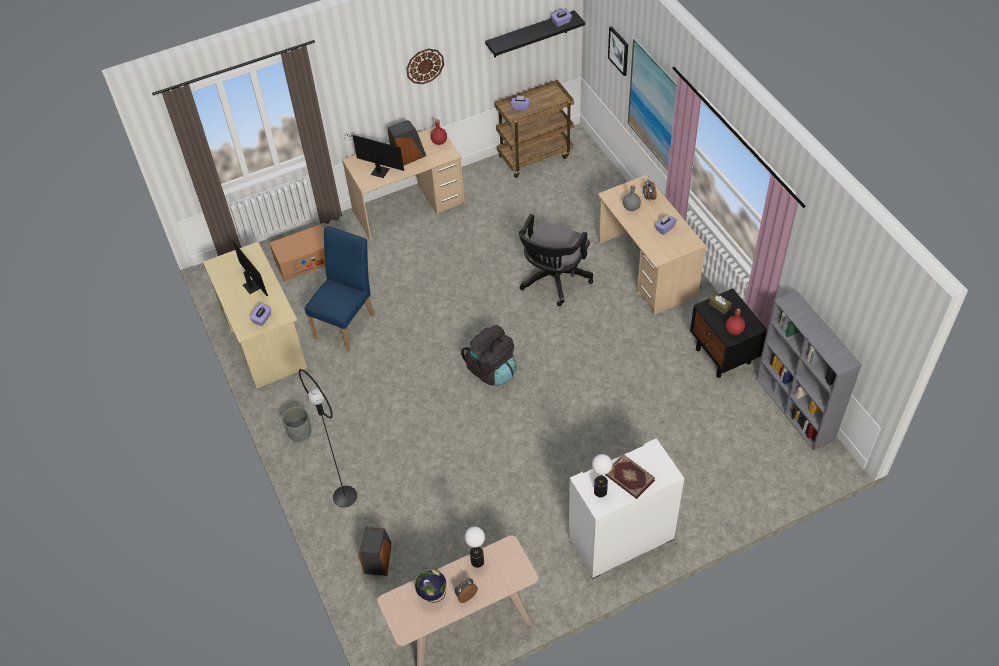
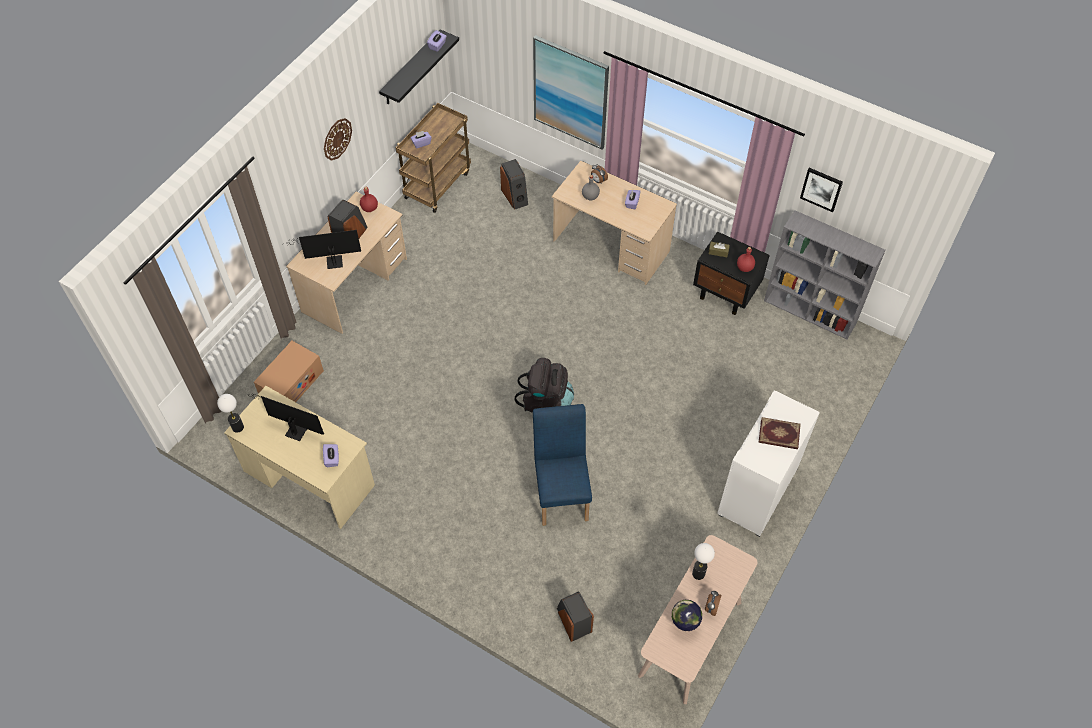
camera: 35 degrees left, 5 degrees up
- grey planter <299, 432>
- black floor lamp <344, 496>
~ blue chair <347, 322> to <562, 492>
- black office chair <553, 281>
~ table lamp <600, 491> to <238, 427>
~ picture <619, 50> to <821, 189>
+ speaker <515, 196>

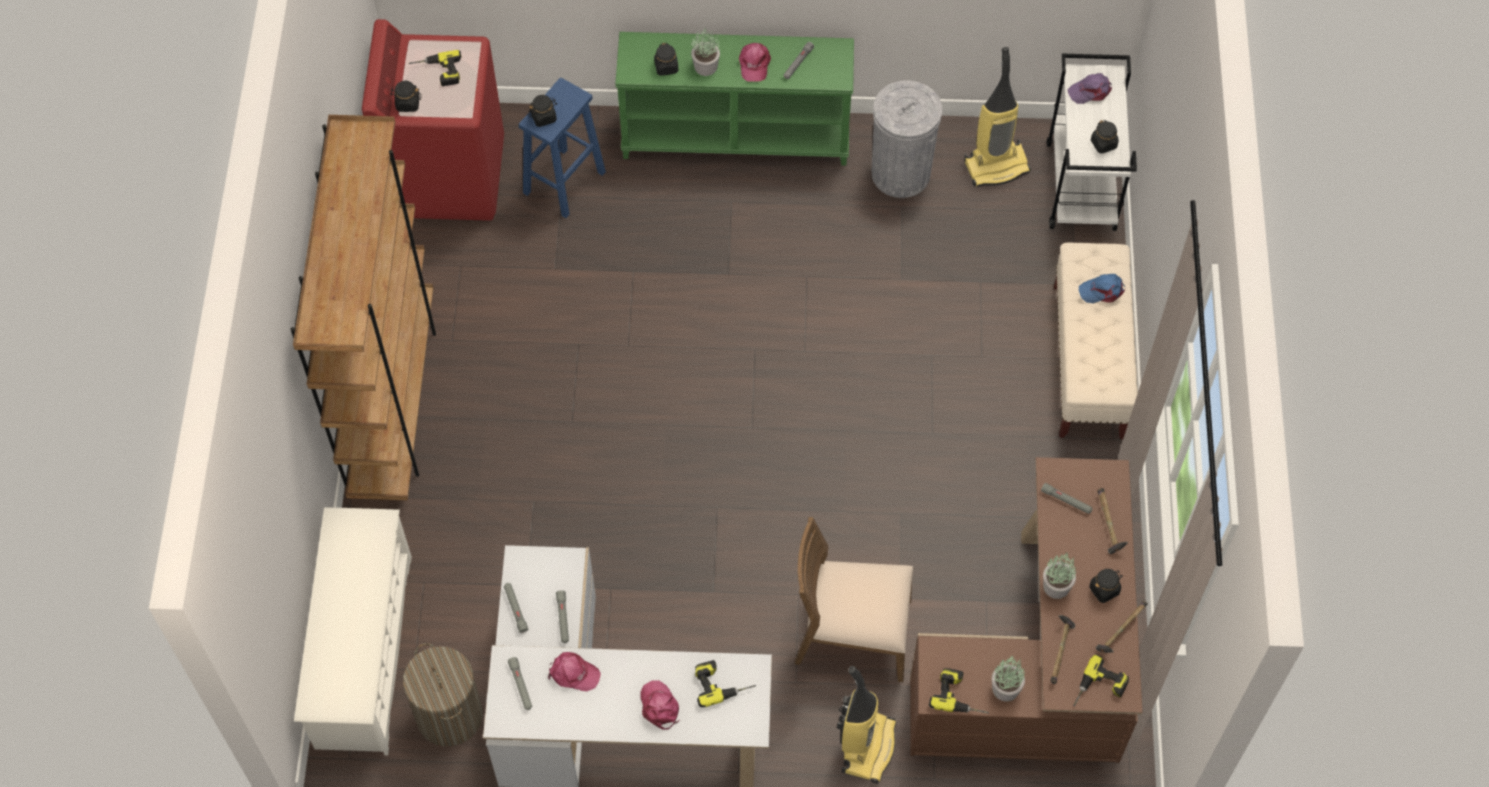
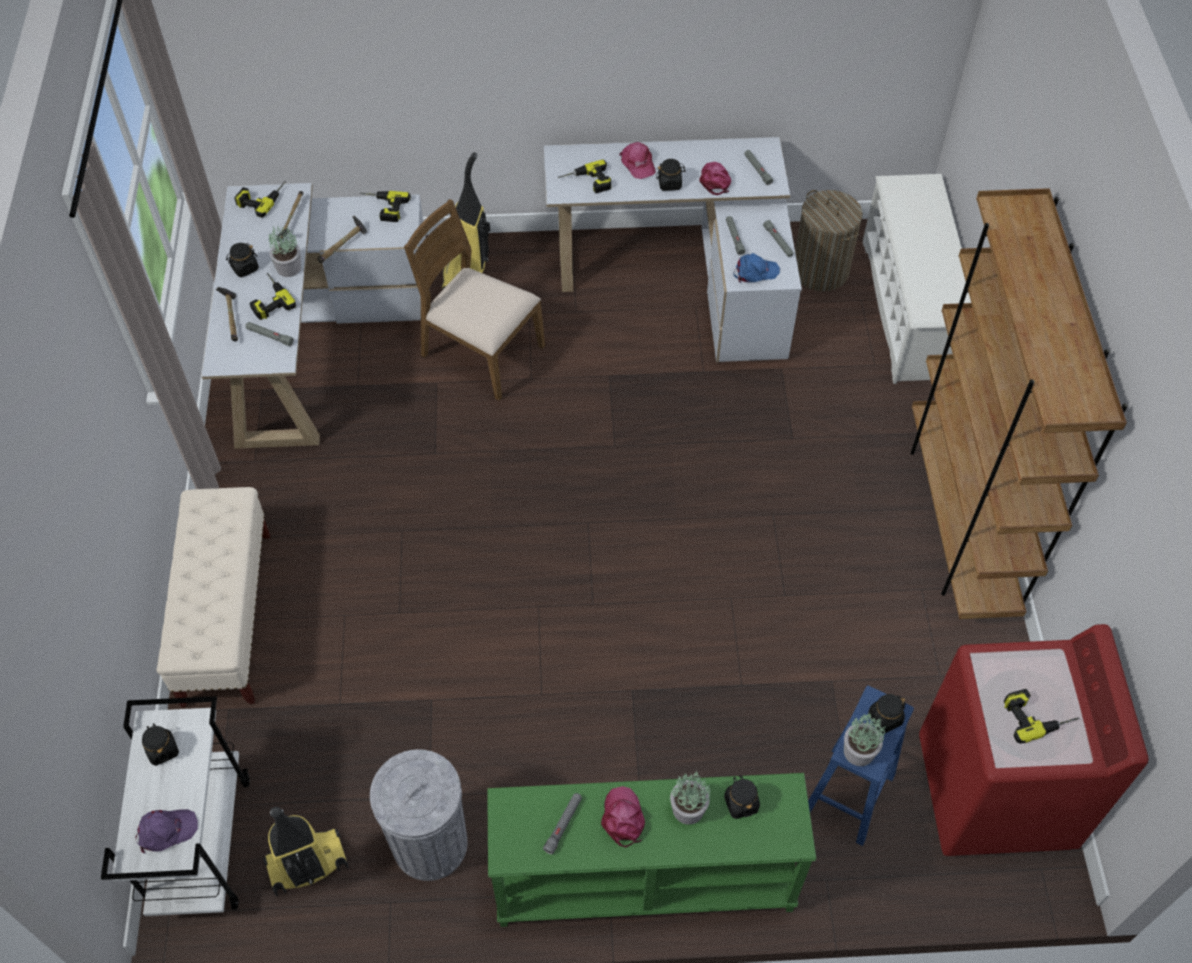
camera: 175 degrees right, 5 degrees down
~ black jar <407, 104> to <670, 184>
~ pink cap <573, 673> = <715, 180> 75 degrees clockwise
~ brown chair <852, 633> = <481, 352> 150 degrees counterclockwise
~ brown desk <1039, 662> to white desk <313, 341>
~ potted plant <1005, 688> to <859, 752>
~ blue cap <1102, 290> to <755, 272>
~ hammer <1120, 631> to <343, 246>
+ power drill <268, 299>

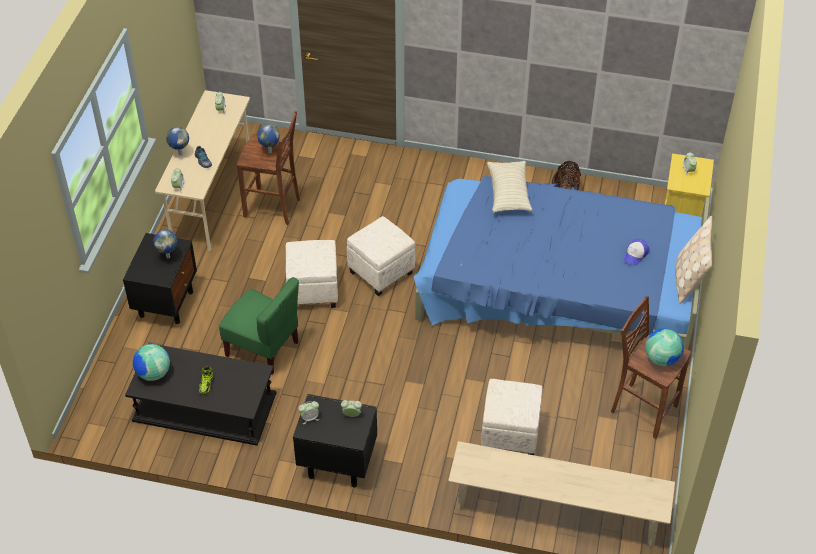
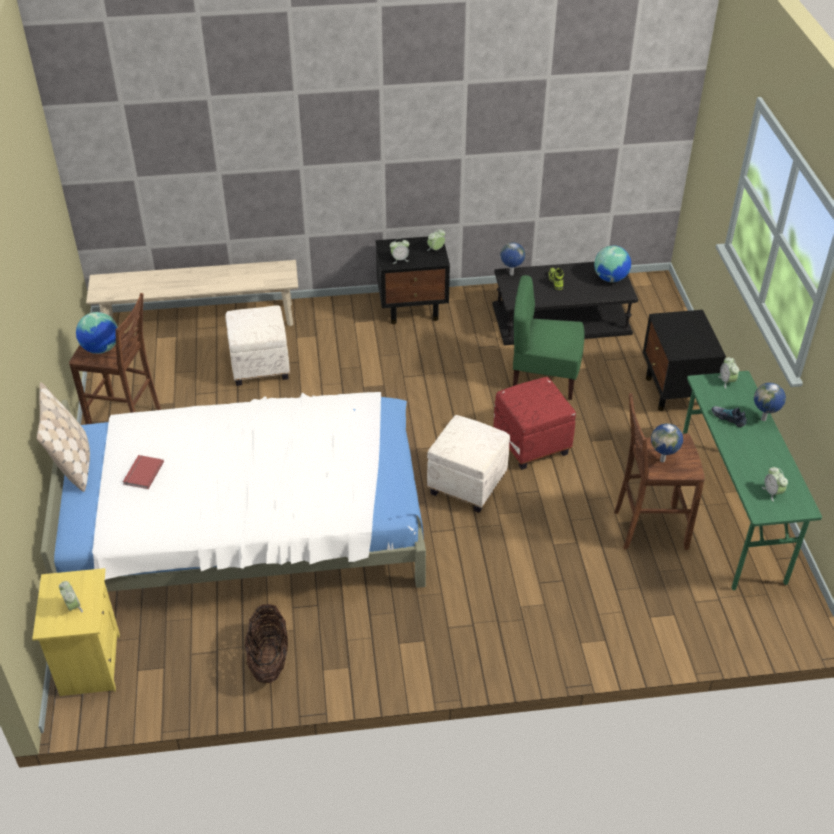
camera: 160 degrees right, 5 degrees down
~ globe <168, 256> to <511, 274>
~ beige desk <212, 200> to green desk <730, 517>
~ white ottoman <312, 290> to red ottoman <532, 444>
~ blue bed <556, 285> to white bed <248, 526>
- pillow <508, 193>
~ cap <635, 254> to red book <142, 473>

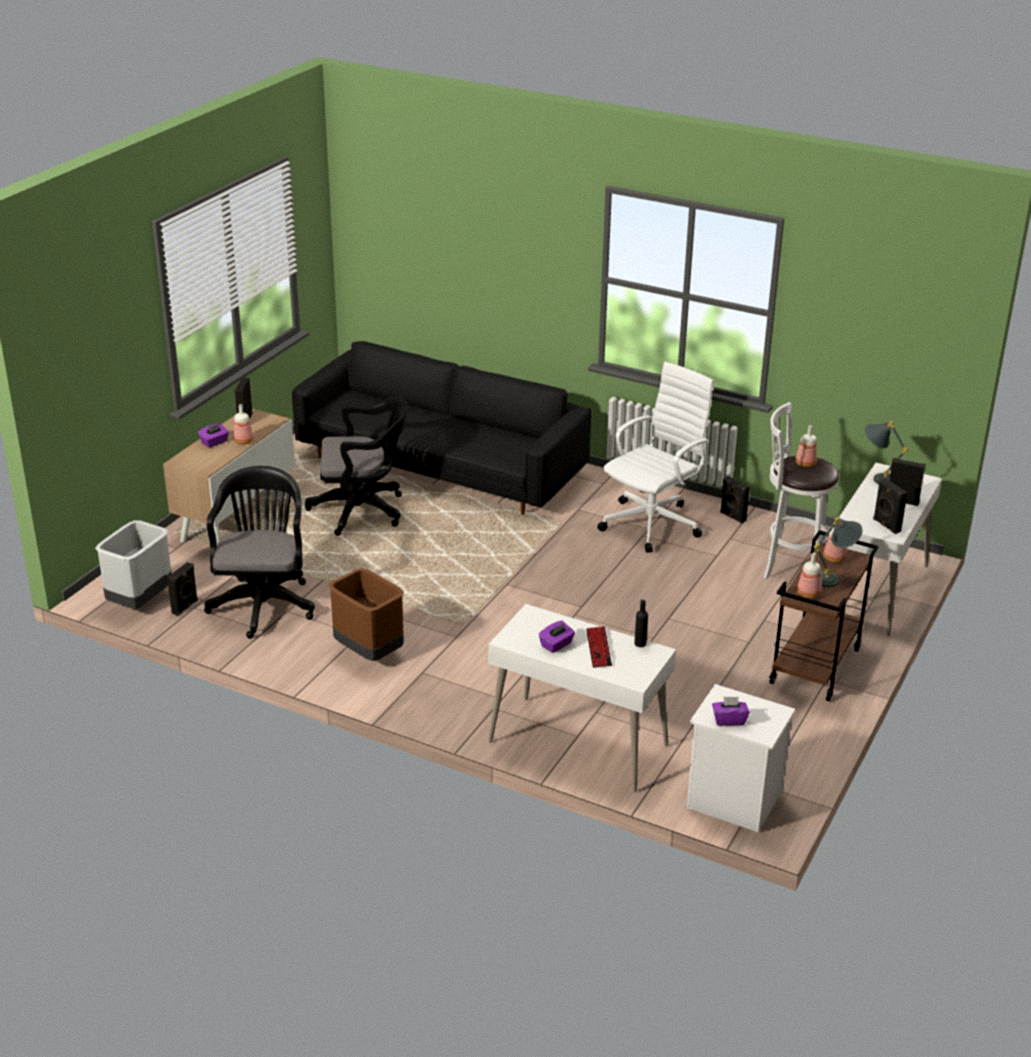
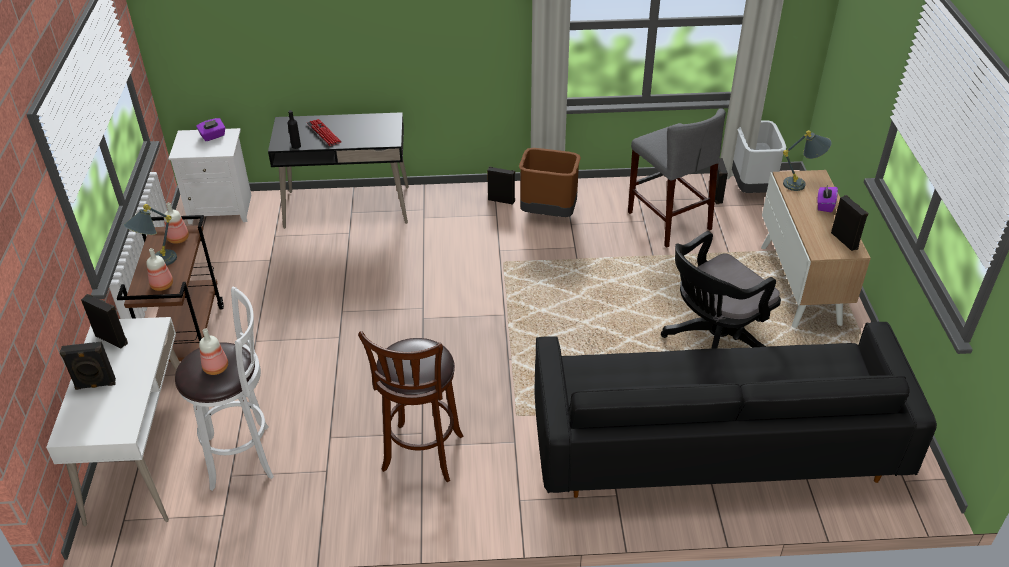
camera: 150 degrees right, 10 degrees up
~ black office chair <263, 603> to grey stool <669, 220>
- bottle <243, 441>
~ white desk <577, 744> to black desk <347, 207>
- purple tissue box <556, 645>
~ white office chair <653, 523> to brown stool <422, 456>
~ black speaker <732, 517> to <501, 200>
~ grey table lamp <876, 477> to <802, 185>

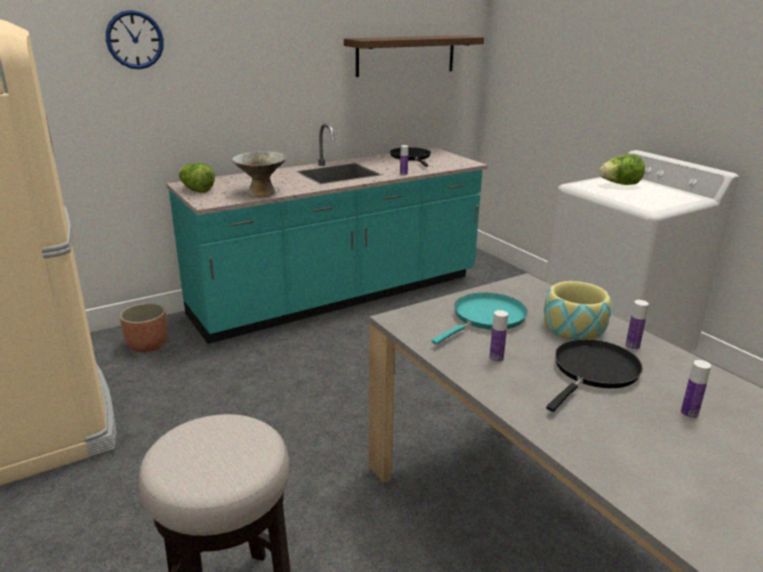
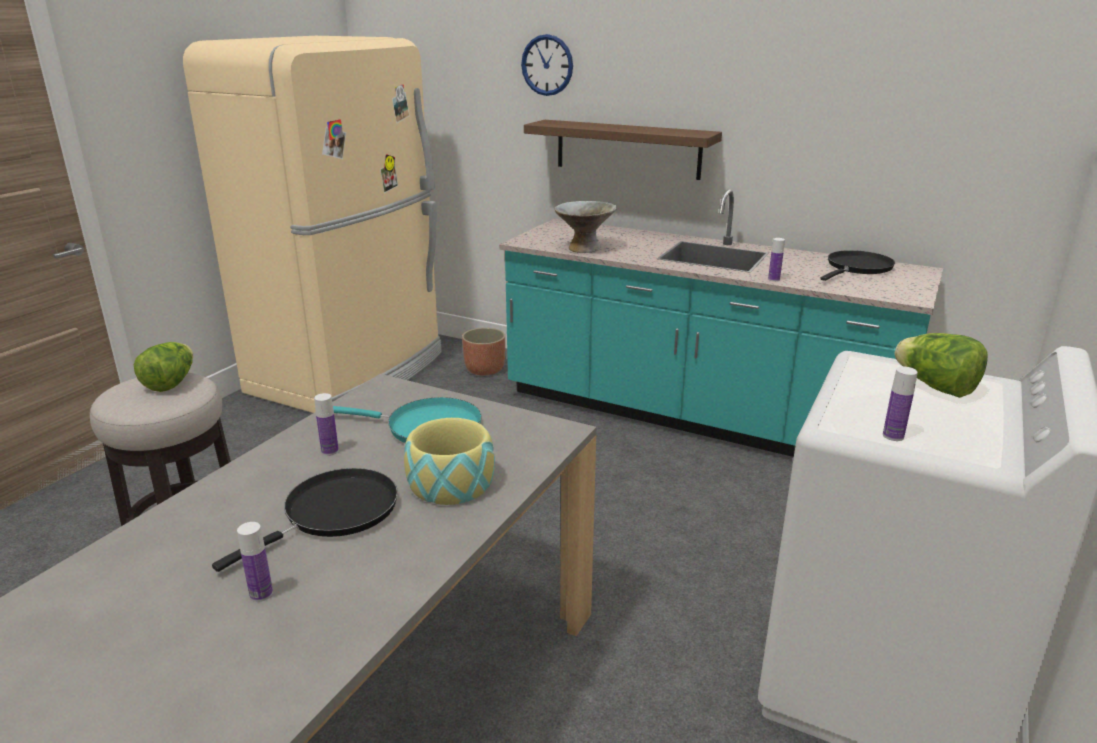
camera: 60 degrees right, 0 degrees up
~ lettuce <196, 190> to <171, 383>
~ shelf <406, 55> to <627, 149>
~ black frying pan <593, 372> = <335, 513> 60 degrees counterclockwise
~ bottle <632, 346> to <893, 436>

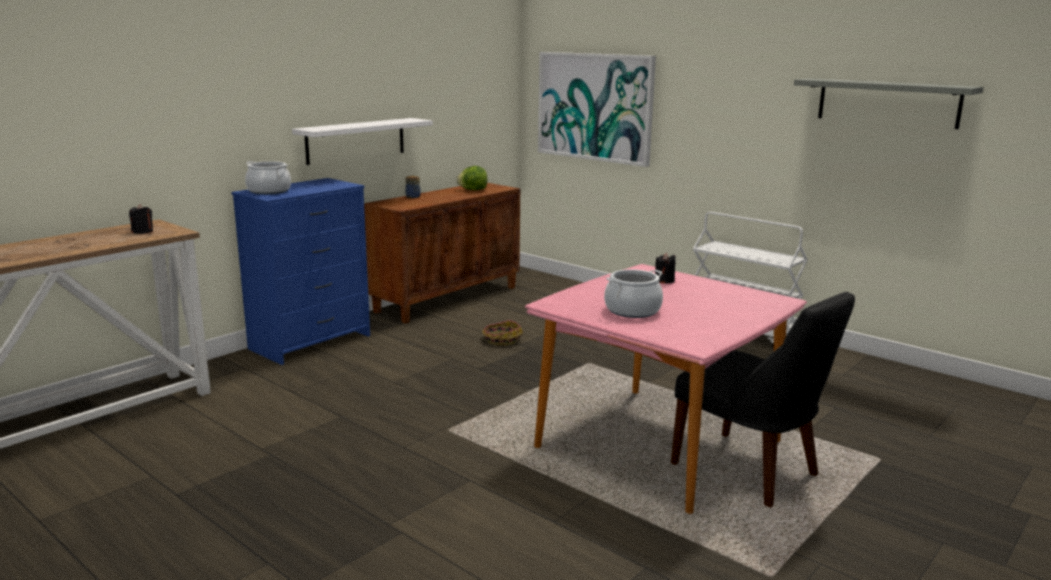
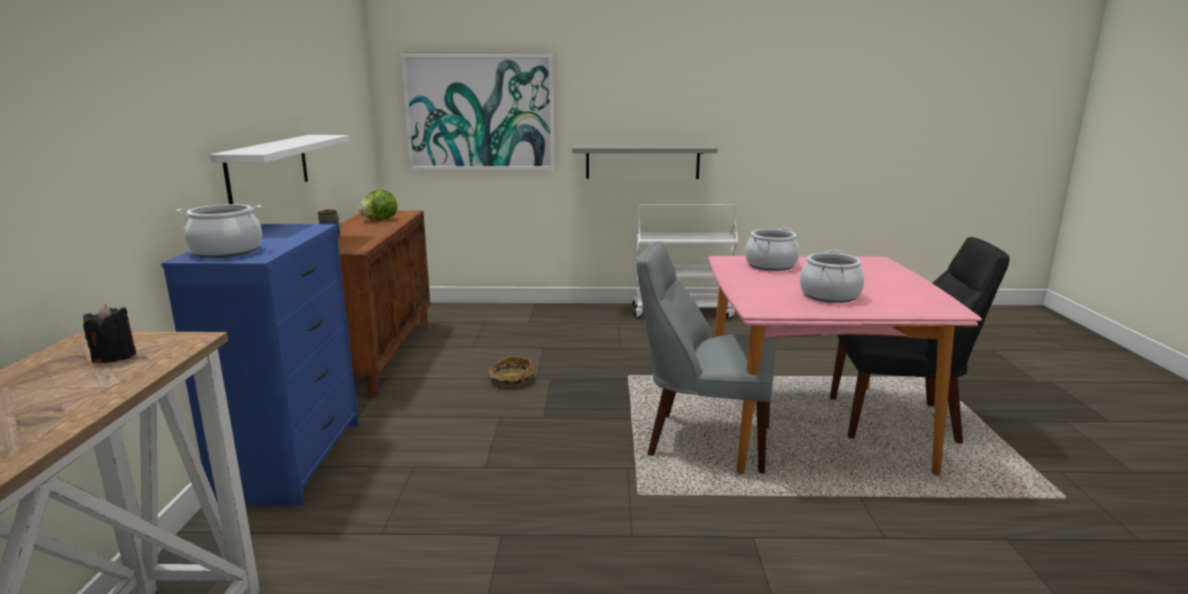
camera: 40 degrees left, 0 degrees up
~ black candle <664, 281> to cooking pot <770, 265>
~ grey shelf <887, 102> to <642, 162>
+ grey chair <703, 440>

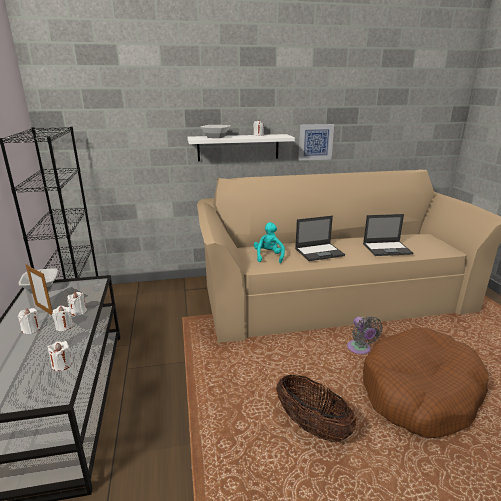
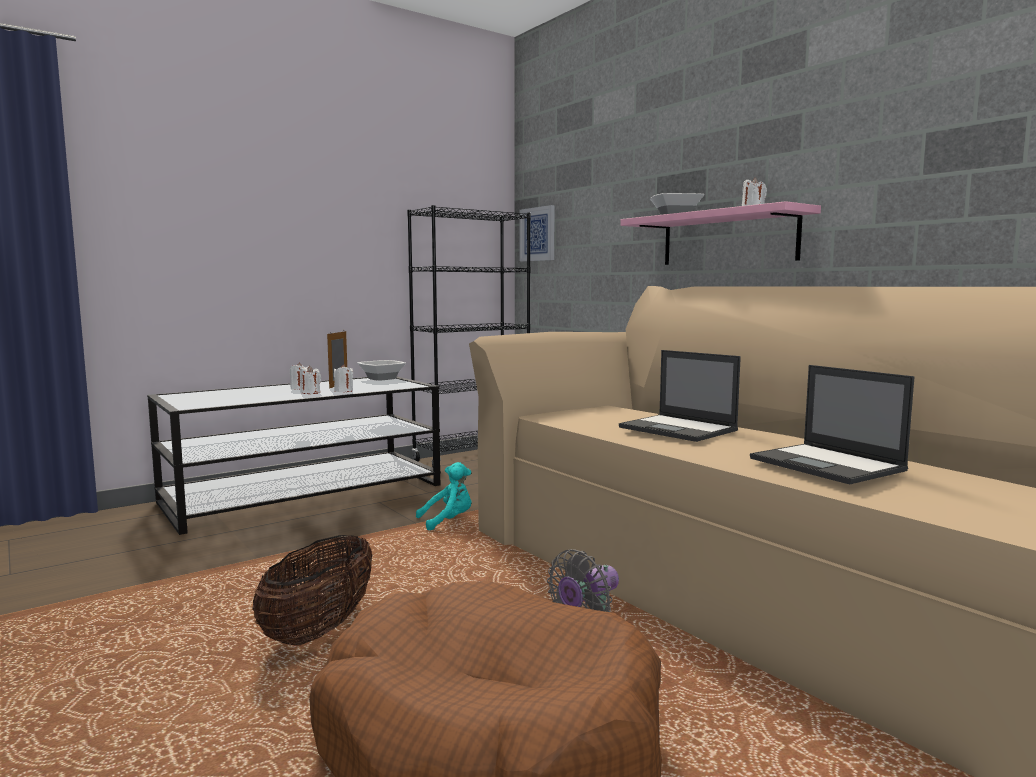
camera: 65 degrees right, 15 degrees down
- white candle <62, 365>
~ white shelf <238, 147> to pink shelf <727, 238>
~ turquoise plush toy <269, 256> to <448, 521>
~ picture <315, 142> to <538, 234>

